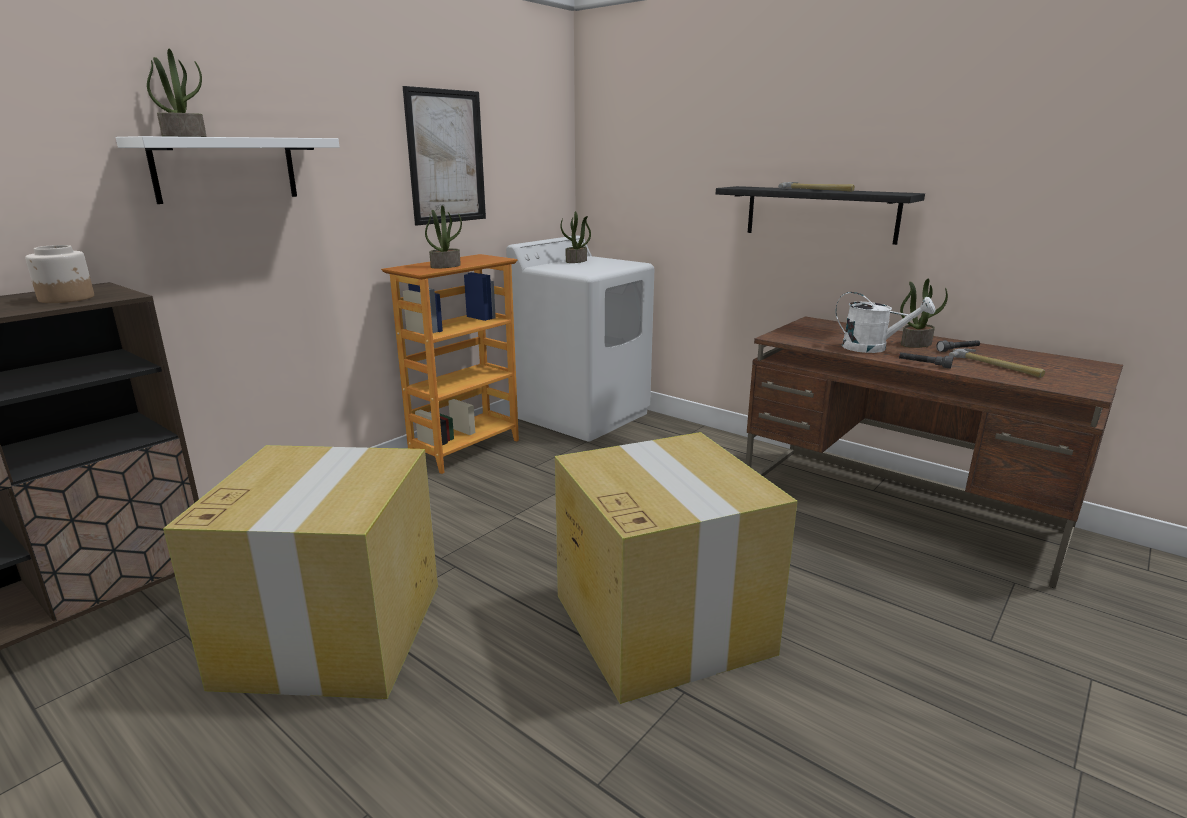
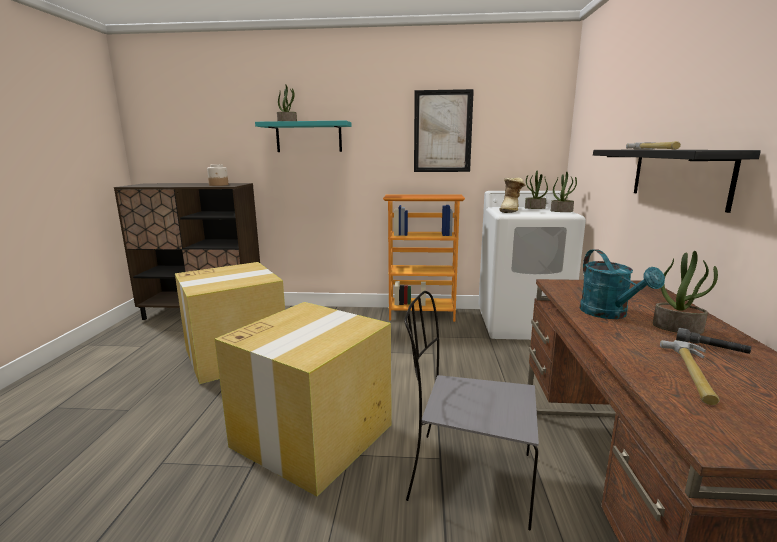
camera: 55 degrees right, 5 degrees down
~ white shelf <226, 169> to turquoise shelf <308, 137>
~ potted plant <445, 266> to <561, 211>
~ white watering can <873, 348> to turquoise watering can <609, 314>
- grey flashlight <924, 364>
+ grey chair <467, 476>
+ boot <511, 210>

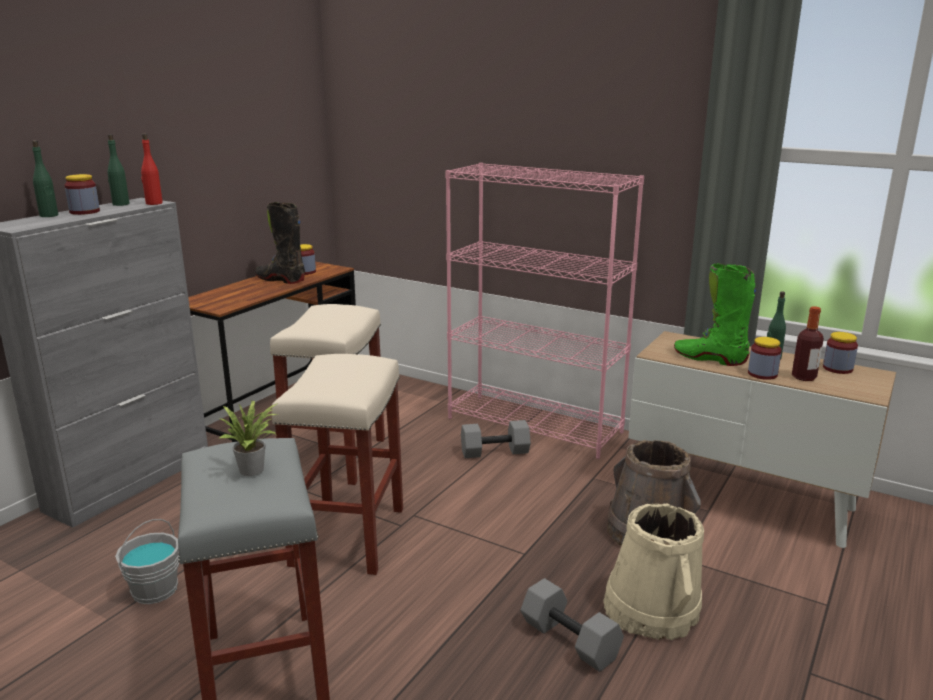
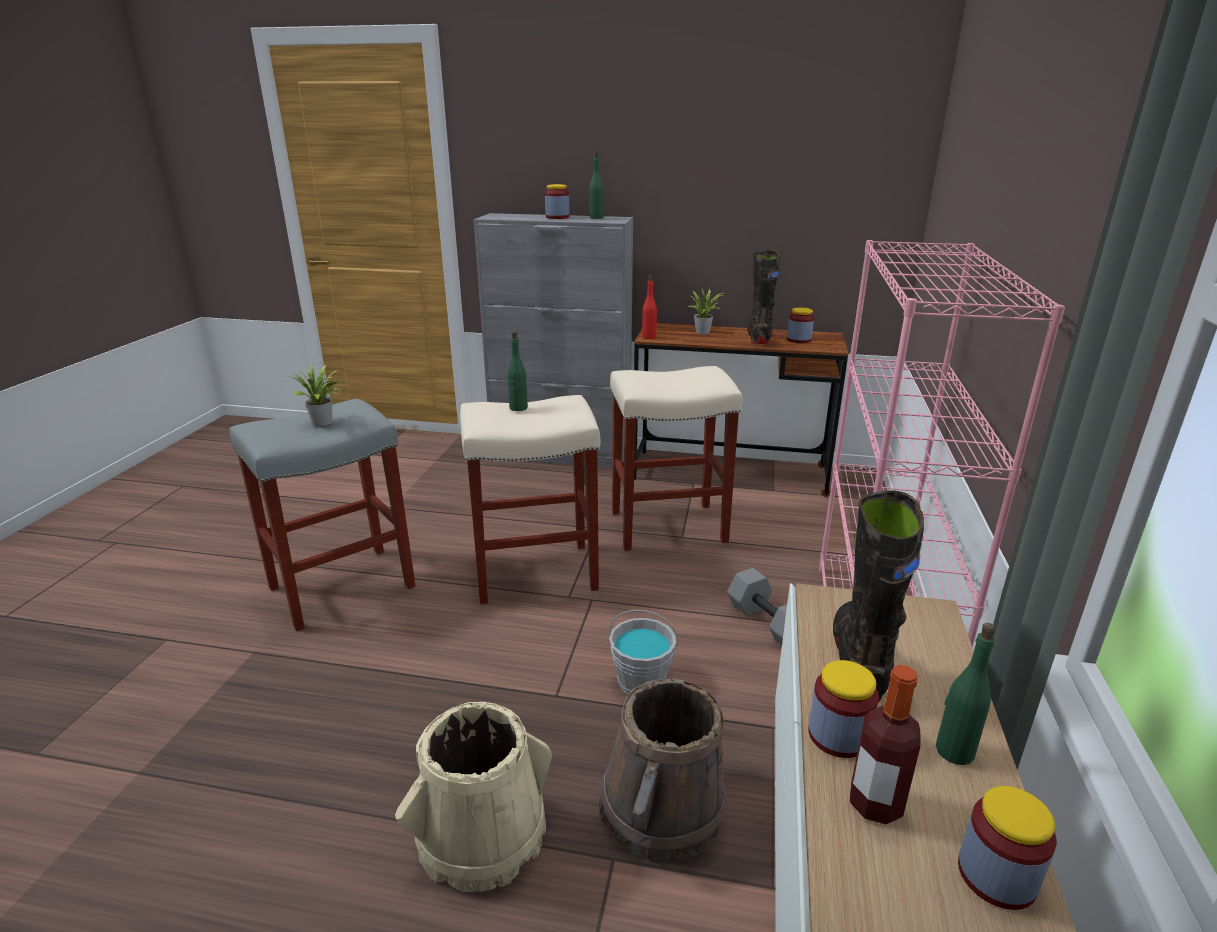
camera: 70 degrees right, 5 degrees up
~ green bottle <49, 215> to <518, 408>
~ grey bucket <154, 590> to <642, 680>
~ red bottle <154, 203> to <649, 337>
- grey dumbbell <571, 640>
~ green boot <710, 359> to black boot <859, 661>
+ potted plant <704, 332>

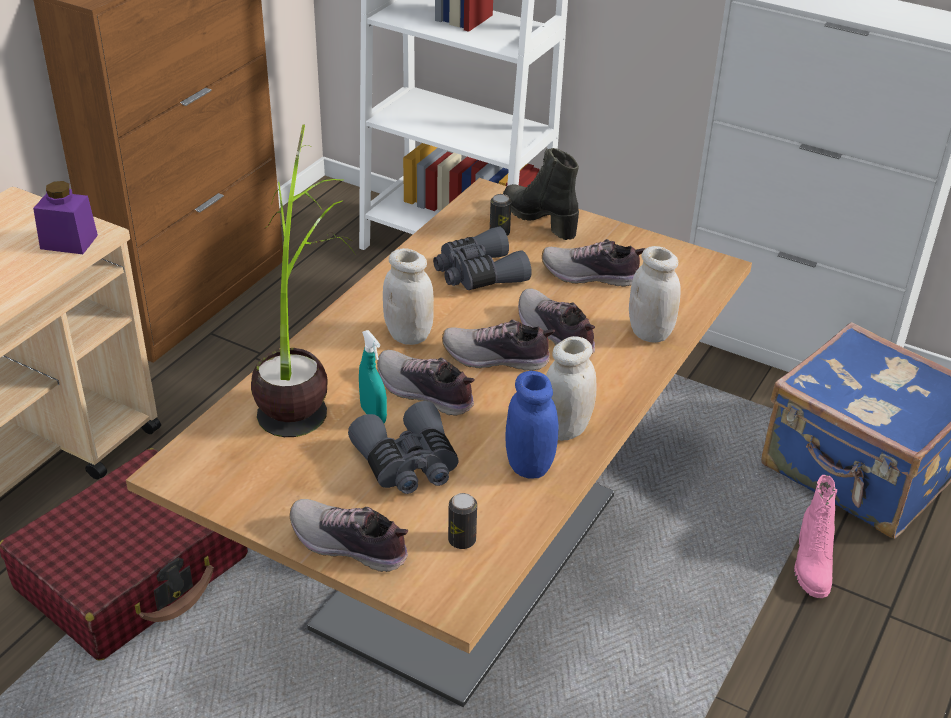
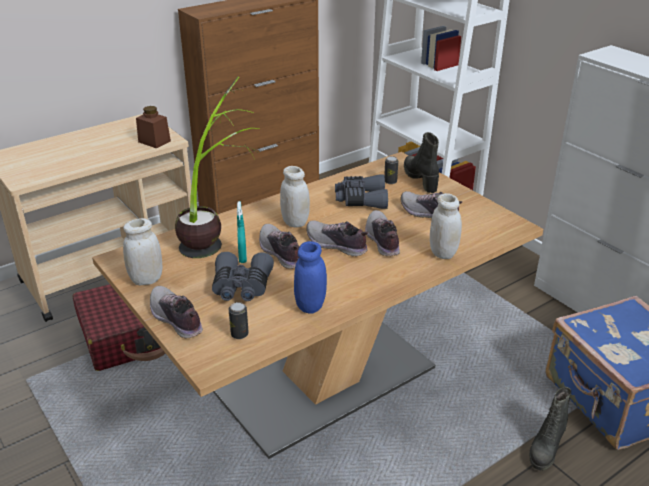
camera: 25 degrees right, 5 degrees down
~ purple jar <69, 242> to brown jar <154, 141>
~ white jar <566, 429> to <146, 279>
~ pink boot <810, 565> to black boot <545, 448>

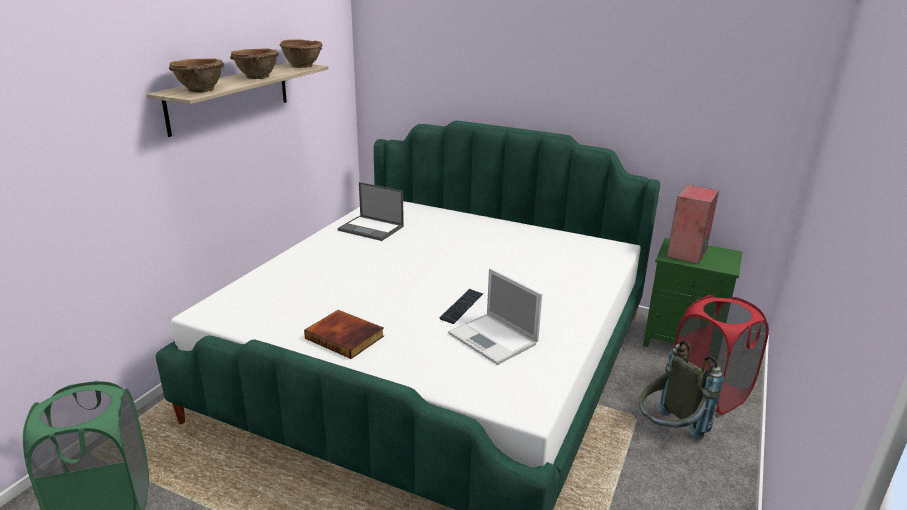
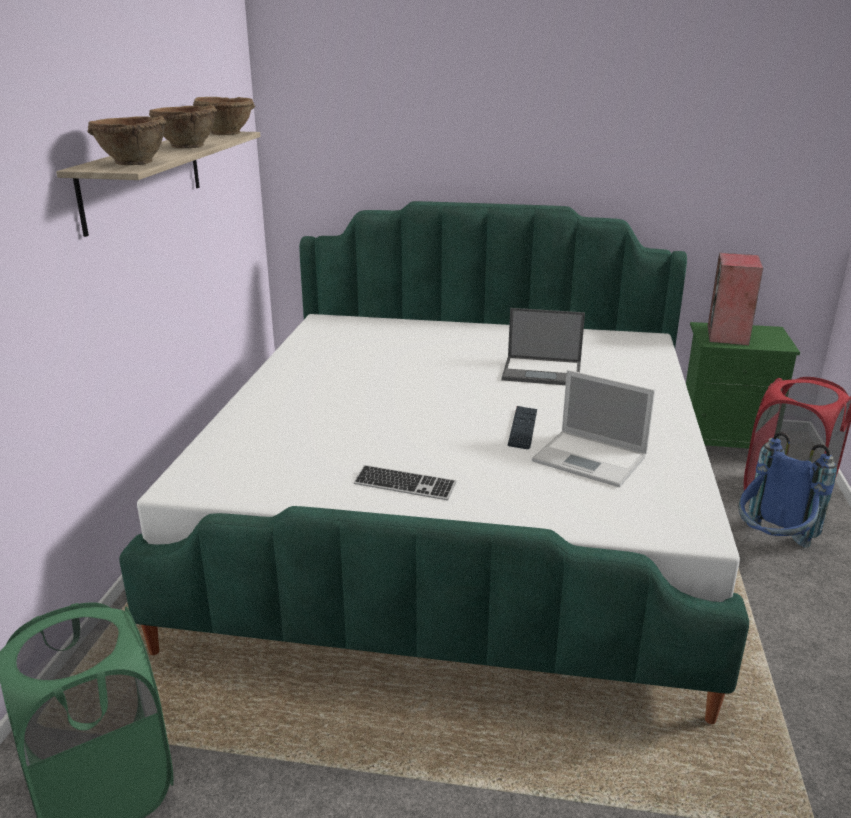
camera: 15 degrees left, 0 degrees up
~ book <346, 337> to keyboard <404, 485>
~ laptop <372, 228> to <543, 371>
~ grey backpack <668, 432> to blue backpack <770, 546>

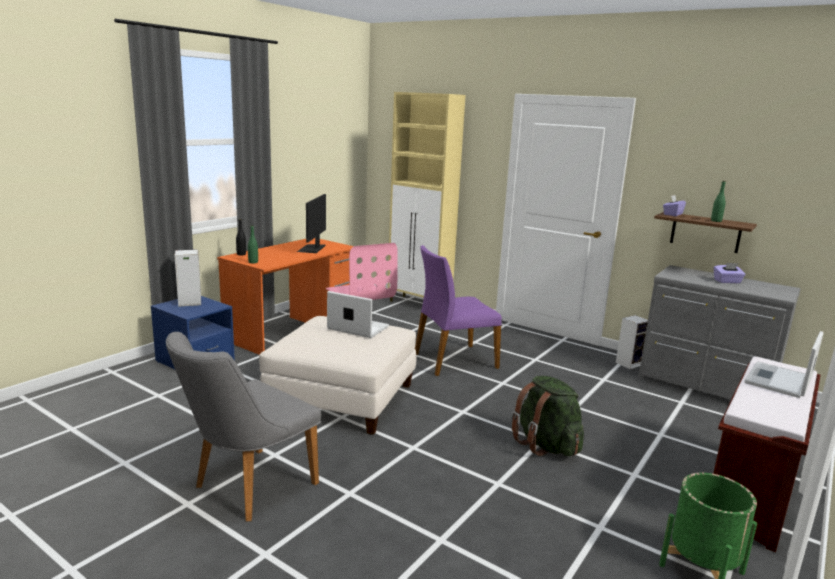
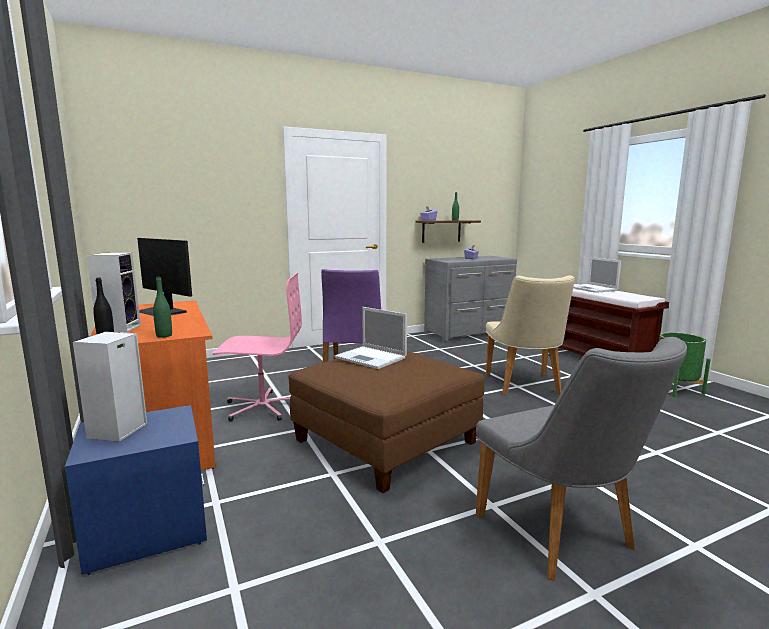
camera: 60 degrees left, 5 degrees down
~ white ottoman <342, 398> to brown ottoman <386, 441>
~ laptop <357, 328> = <372, 358> 105 degrees counterclockwise
- beige cabinet <419, 304>
~ green backpack <546, 445> to beige chair <525, 387>
~ speaker <629, 363> to <119, 328>

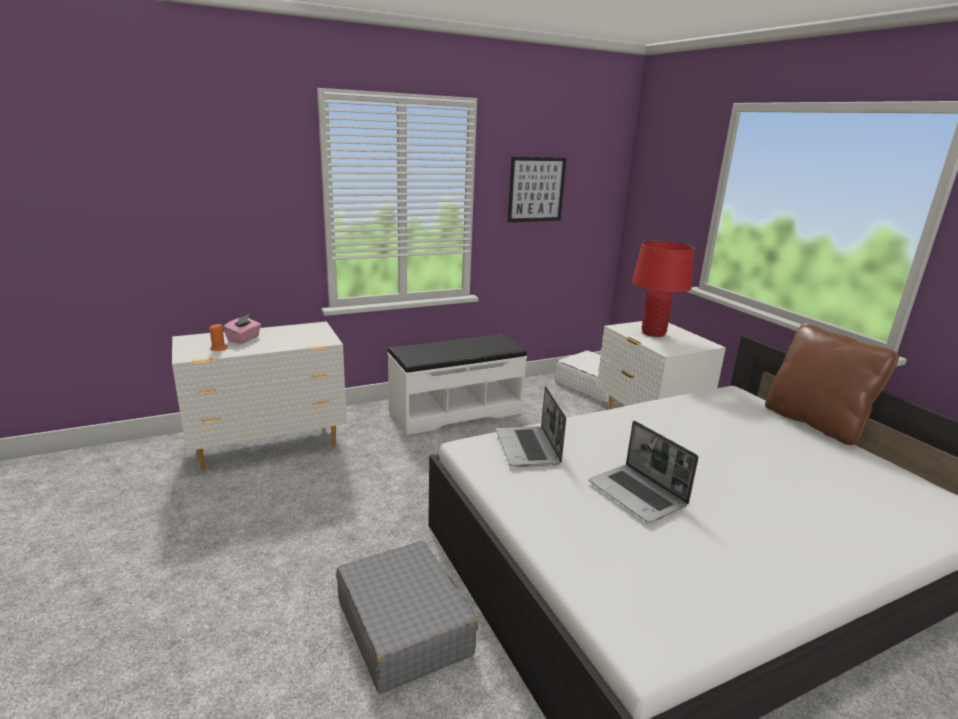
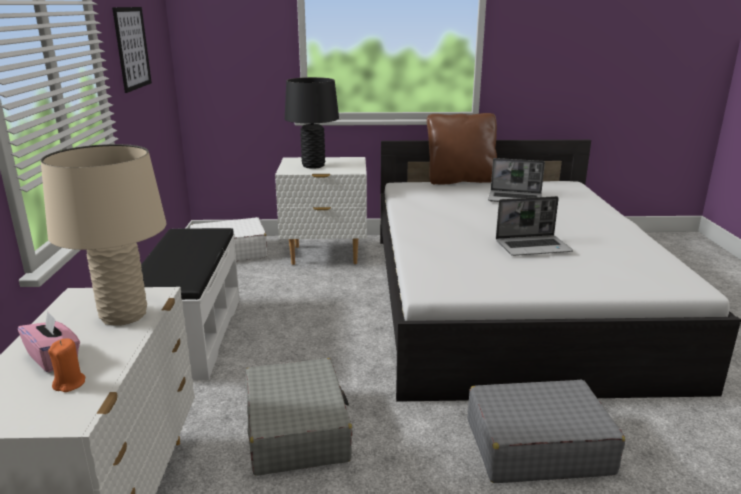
camera: 65 degrees left, 0 degrees up
~ laptop <528, 448> to <515, 199>
~ red table lamp <653, 333> to black table lamp <313, 166>
+ beige table lamp <124, 316>
+ grey suitcase <297, 429>

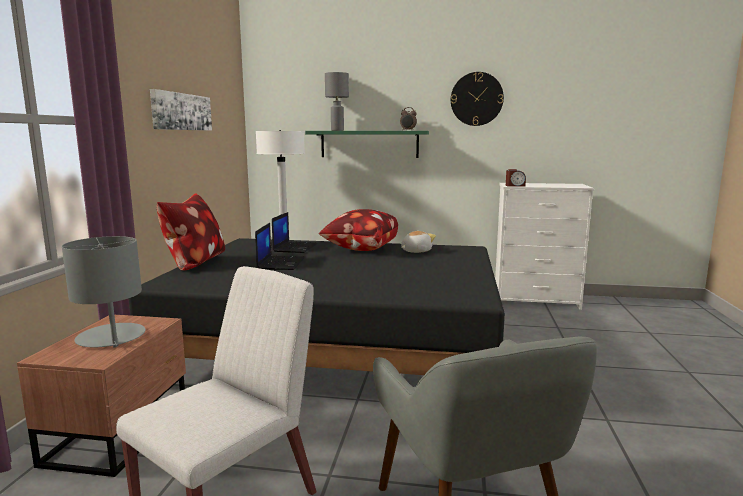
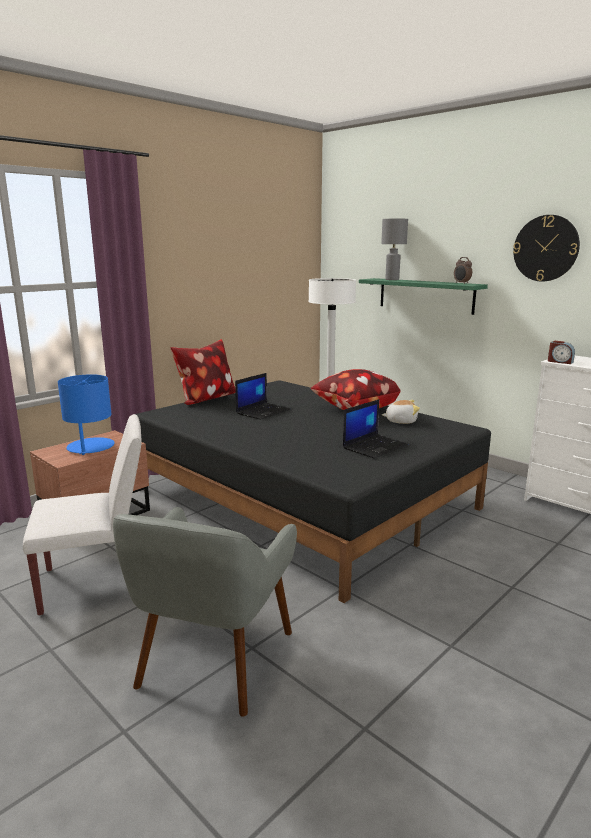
camera: 35 degrees right, 5 degrees up
~ grey table lamp <111, 337> to blue table lamp <90, 447>
- picture <181, 111>
~ laptop <295, 247> to <375, 446>

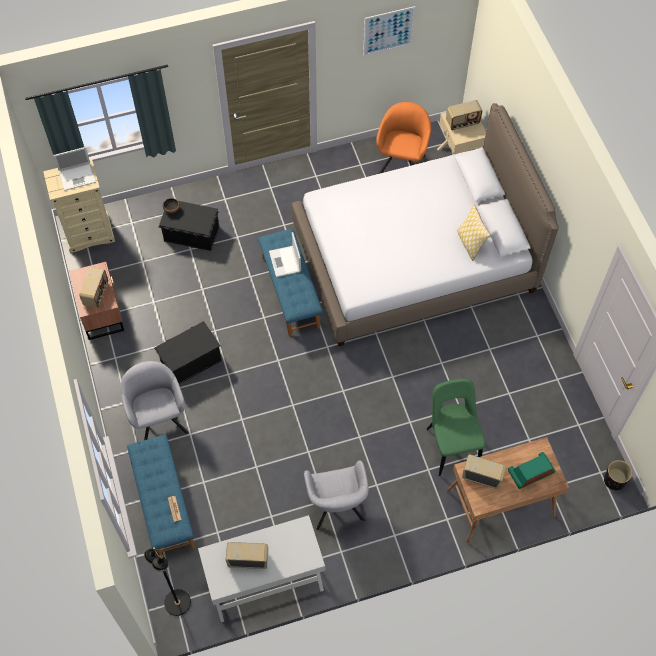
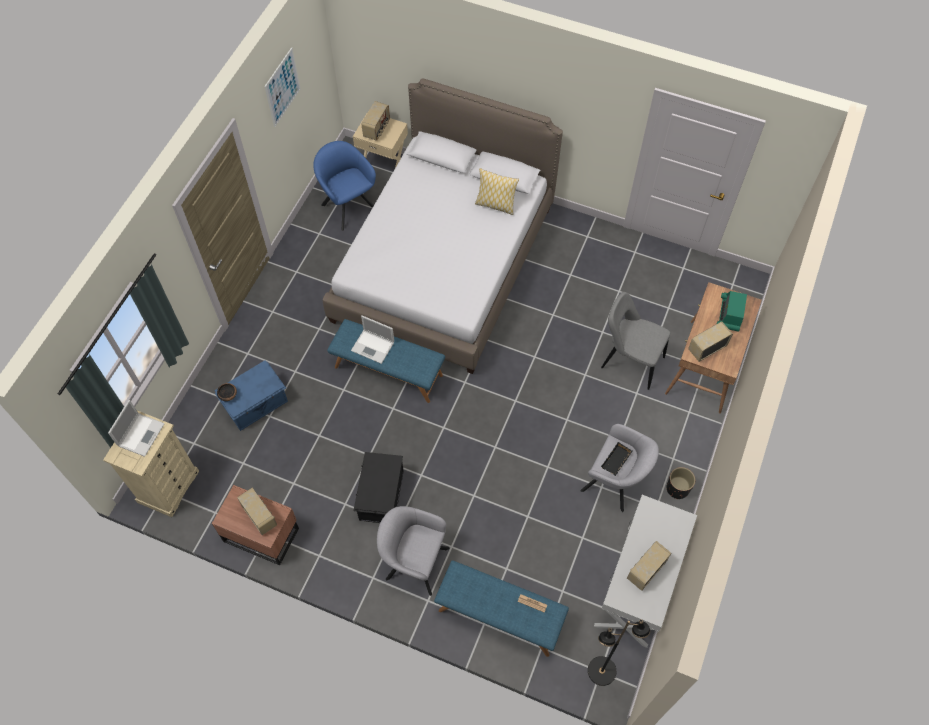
camera: 50 degrees left, 0 degrees up
~ black storage box <192, 234> to blue storage box <256, 404>
~ orange armchair <402, 163> to blue armchair <348, 205>
~ green chair <451, 445> to grey chair <629, 361>
~ black planter <614, 480> to <677, 489>
+ black tray <616, 461>

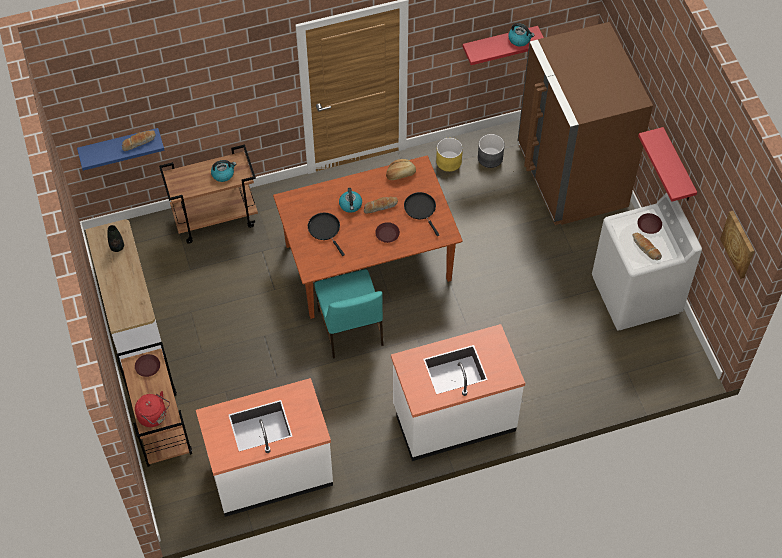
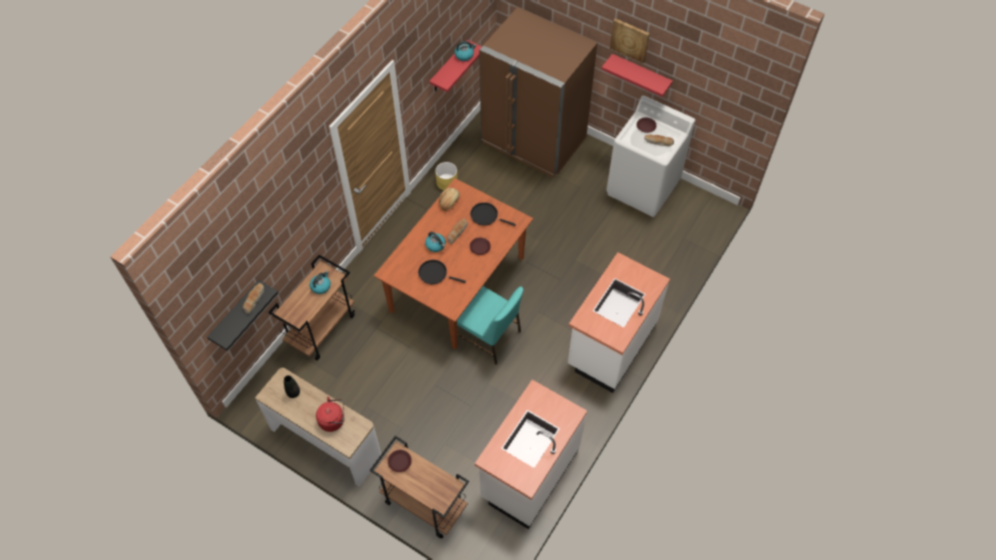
camera: 40 degrees left, 0 degrees up
~ blue shelf <119, 145> to black shelf <236, 314>
~ red kettle <154, 416> to <333, 420>
- grey planter <490, 157>
~ picture <739, 244> to <630, 39>

